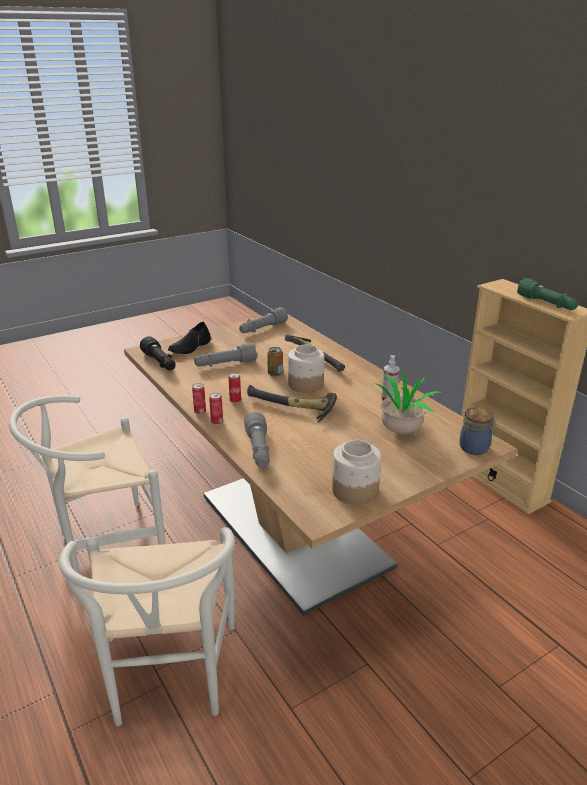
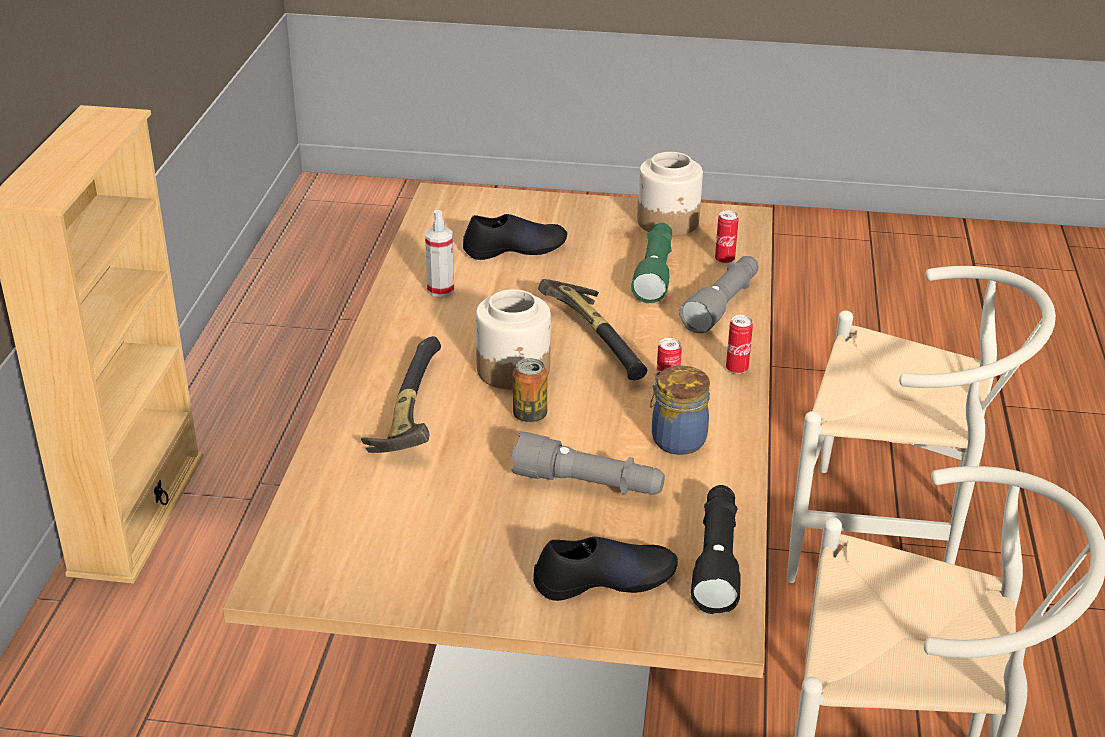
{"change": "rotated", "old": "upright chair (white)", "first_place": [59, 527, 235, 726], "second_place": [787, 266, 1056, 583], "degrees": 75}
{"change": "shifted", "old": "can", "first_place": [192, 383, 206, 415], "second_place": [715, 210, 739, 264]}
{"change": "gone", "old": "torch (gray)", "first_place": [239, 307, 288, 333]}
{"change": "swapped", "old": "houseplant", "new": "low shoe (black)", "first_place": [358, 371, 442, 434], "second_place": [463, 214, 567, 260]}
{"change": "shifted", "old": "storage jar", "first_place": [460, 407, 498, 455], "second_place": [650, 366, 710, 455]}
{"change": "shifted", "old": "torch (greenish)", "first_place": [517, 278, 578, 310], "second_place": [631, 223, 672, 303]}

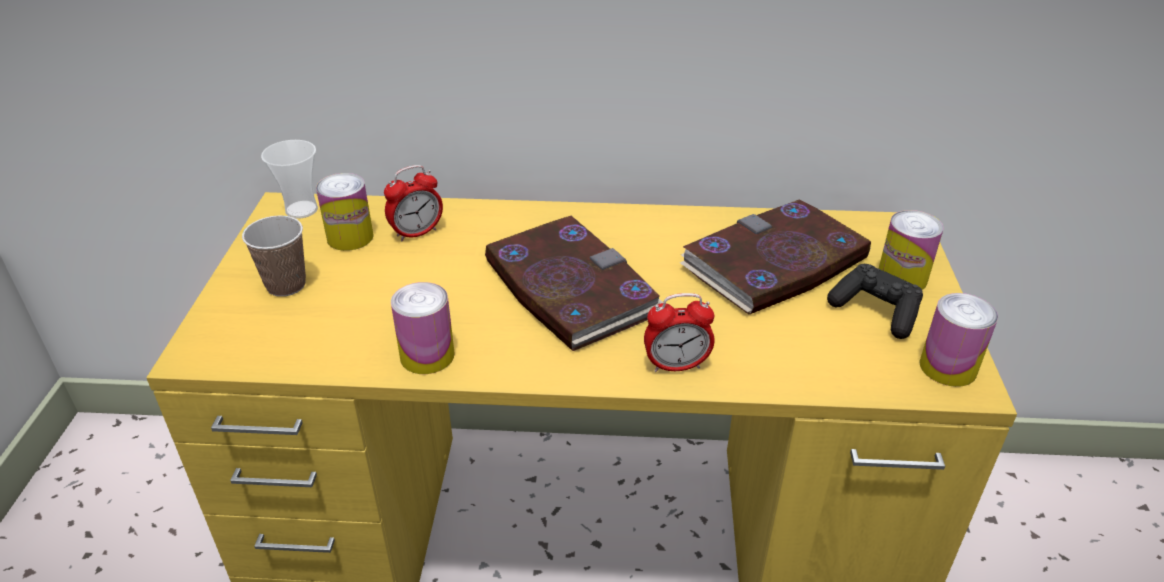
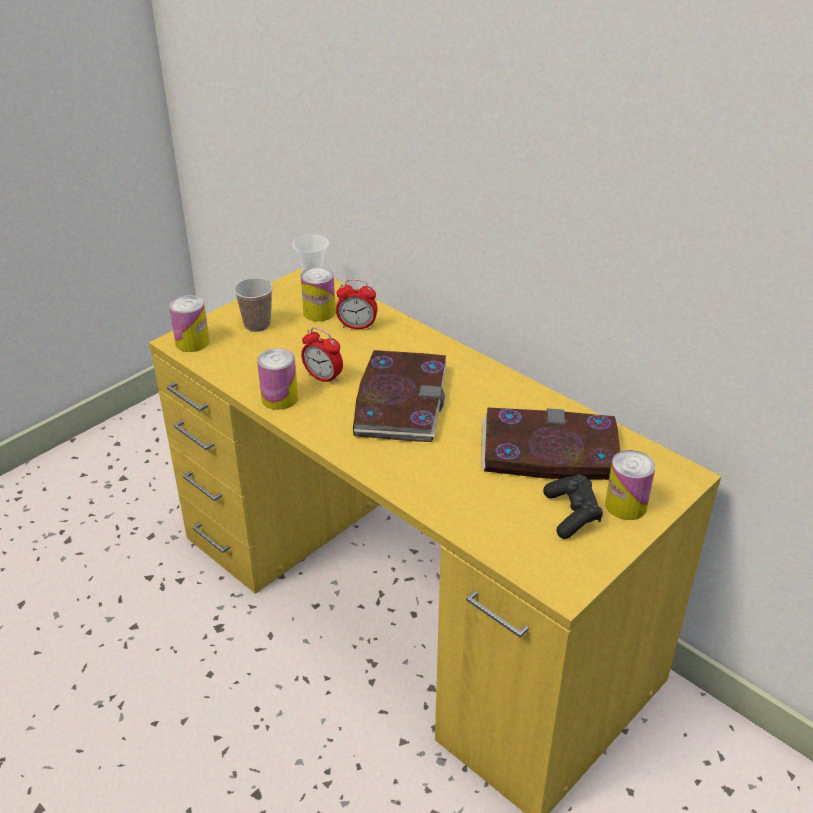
{"change": "shifted", "old": "bedside clock", "first_place": [644, 293, 715, 372], "second_place": [301, 327, 343, 385]}
{"change": "shifted", "old": "can", "first_place": [919, 293, 998, 387], "second_place": [169, 295, 210, 352]}

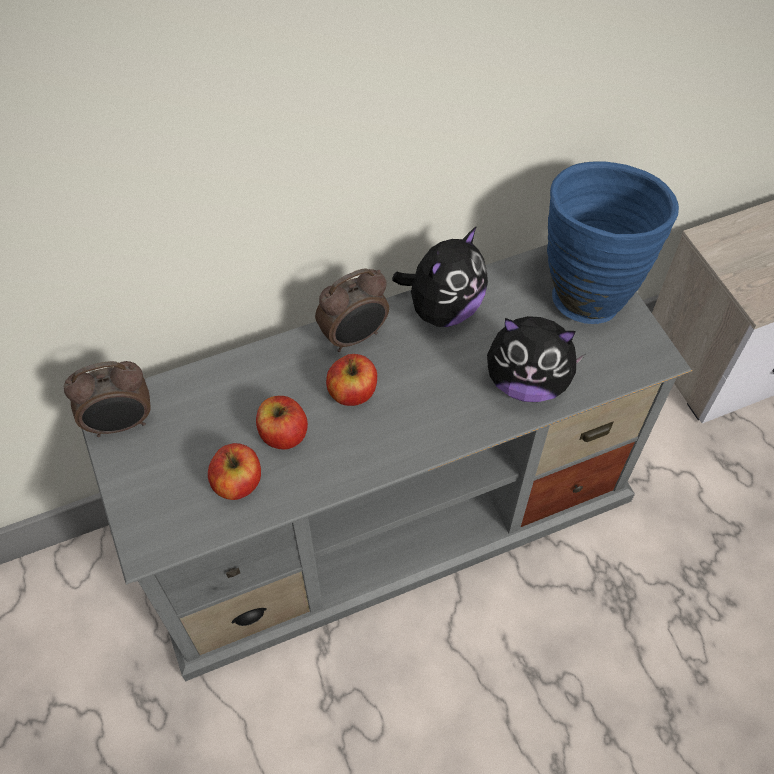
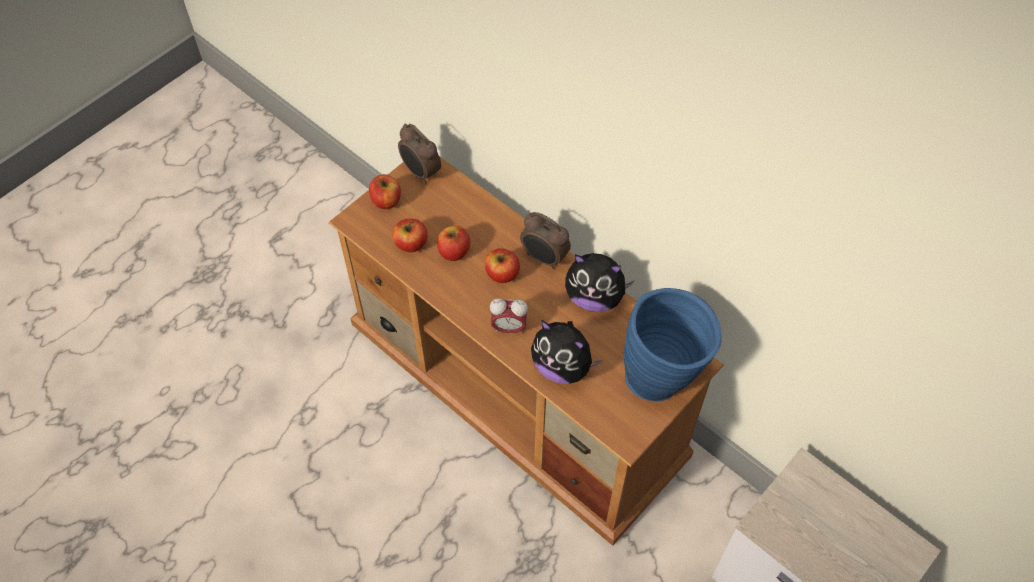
{"change": "repainted", "old": "media console (gray)", "new": "media console (brown-coloured)", "first_place": [81, 244, 692, 681], "second_place": [328, 156, 724, 546]}
{"change": "rotated", "old": "cuddly toy", "first_place": [487, 316, 585, 402], "second_place": [531, 320, 603, 384], "degrees": -45}
{"change": "new", "new": "whole apple", "second_place": [369, 174, 401, 209]}
{"change": "new", "new": "bedside clock", "second_place": [490, 298, 528, 334]}

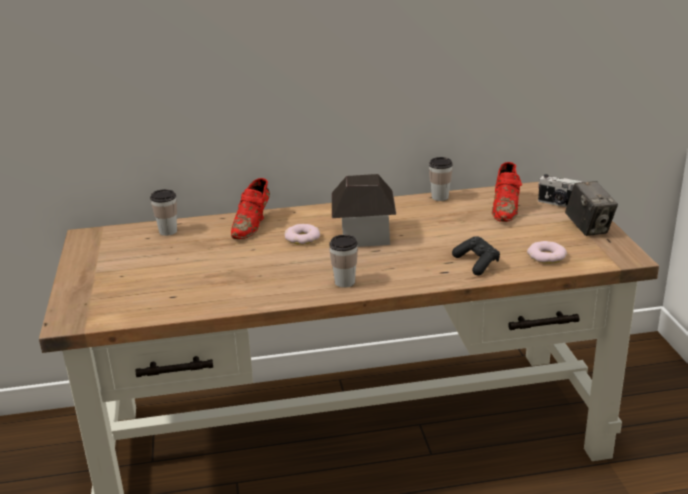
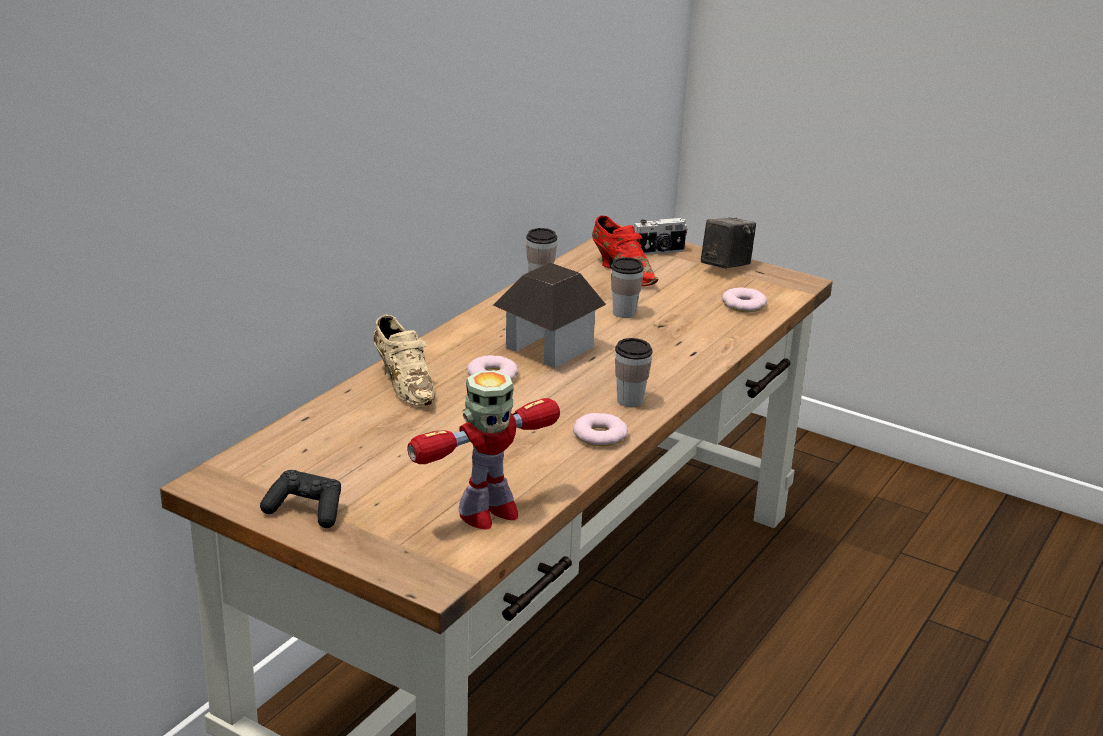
{"change": "shifted", "old": "small cup", "first_place": [150, 189, 177, 236], "second_place": [611, 257, 644, 318]}
{"change": "repainted", "old": "low shoe (reddish)", "new": "low shoe (beige-coloured)", "first_place": [231, 178, 270, 239], "second_place": [374, 315, 435, 406]}
{"change": "shifted", "old": "joypad (black)", "first_place": [452, 236, 500, 276], "second_place": [260, 470, 341, 528]}
{"change": "rotated", "old": "still camera", "first_place": [565, 181, 618, 236], "second_place": [701, 217, 756, 269], "degrees": -75}
{"change": "new", "new": "model robot", "second_place": [407, 370, 560, 530]}
{"change": "new", "new": "doughnut", "second_place": [573, 413, 628, 447]}

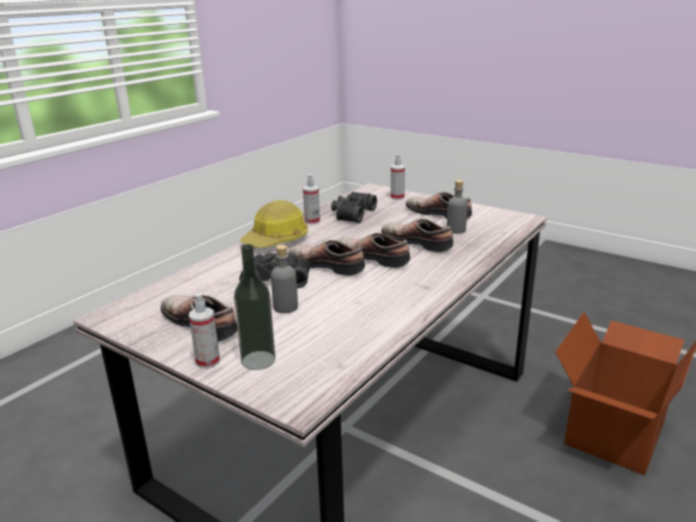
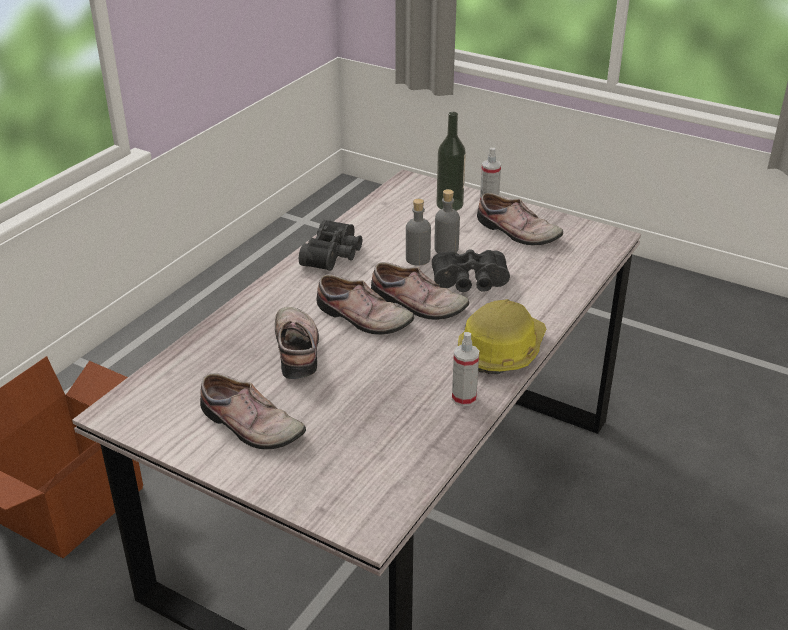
{"change": "shifted", "old": "pair of binoculars (black)", "first_place": [331, 192, 377, 223], "second_place": [299, 220, 362, 271]}
{"change": "rotated", "old": "low shoe", "first_place": [381, 219, 453, 252], "second_place": [275, 307, 319, 379], "degrees": -135}
{"change": "gone", "old": "hand sprayer", "first_place": [391, 154, 405, 200]}
{"change": "shifted", "old": "drink bottle (gray)", "first_place": [447, 180, 468, 234], "second_place": [406, 199, 431, 266]}

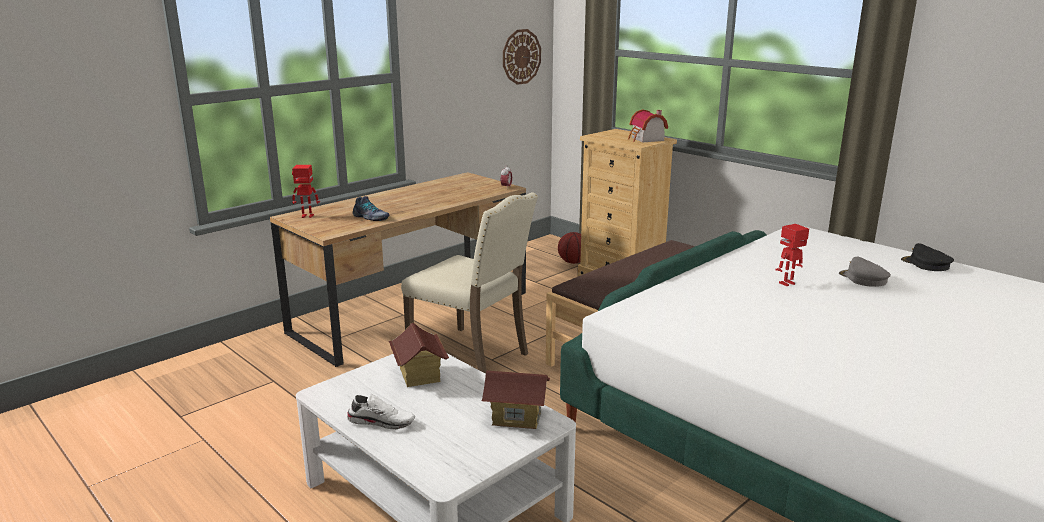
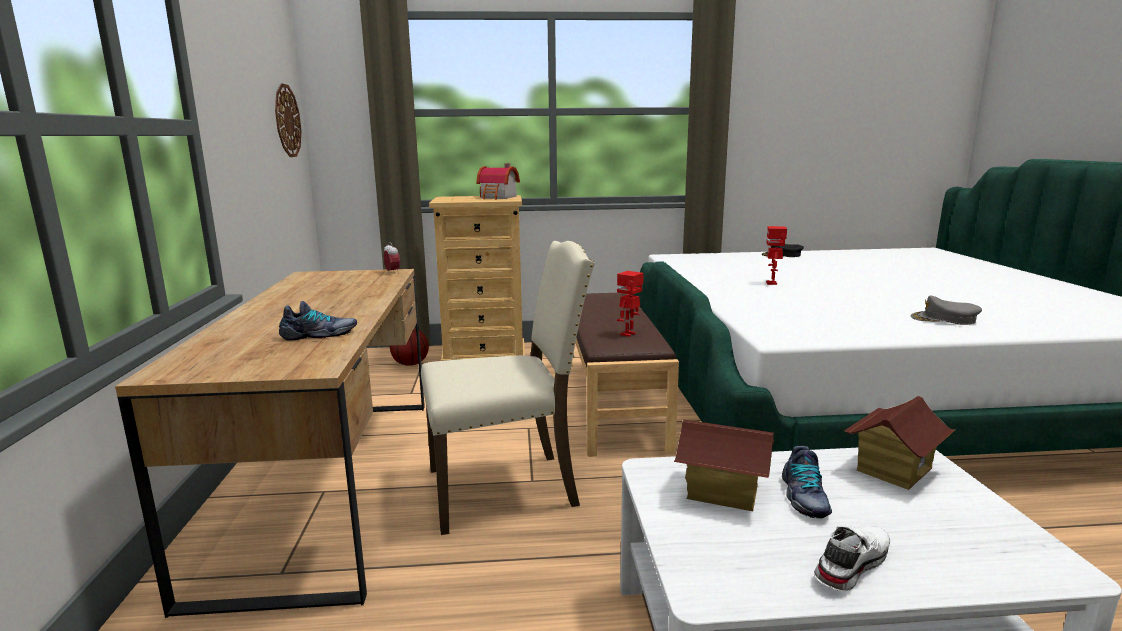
{"change": "shifted", "old": "model robot", "first_place": [292, 165, 320, 218], "second_place": [617, 271, 644, 337]}
{"change": "shifted", "old": "peaked cap (gray)", "first_place": [839, 257, 891, 287], "second_place": [910, 296, 982, 325]}
{"change": "new", "new": "low shoe", "second_place": [782, 446, 832, 519]}

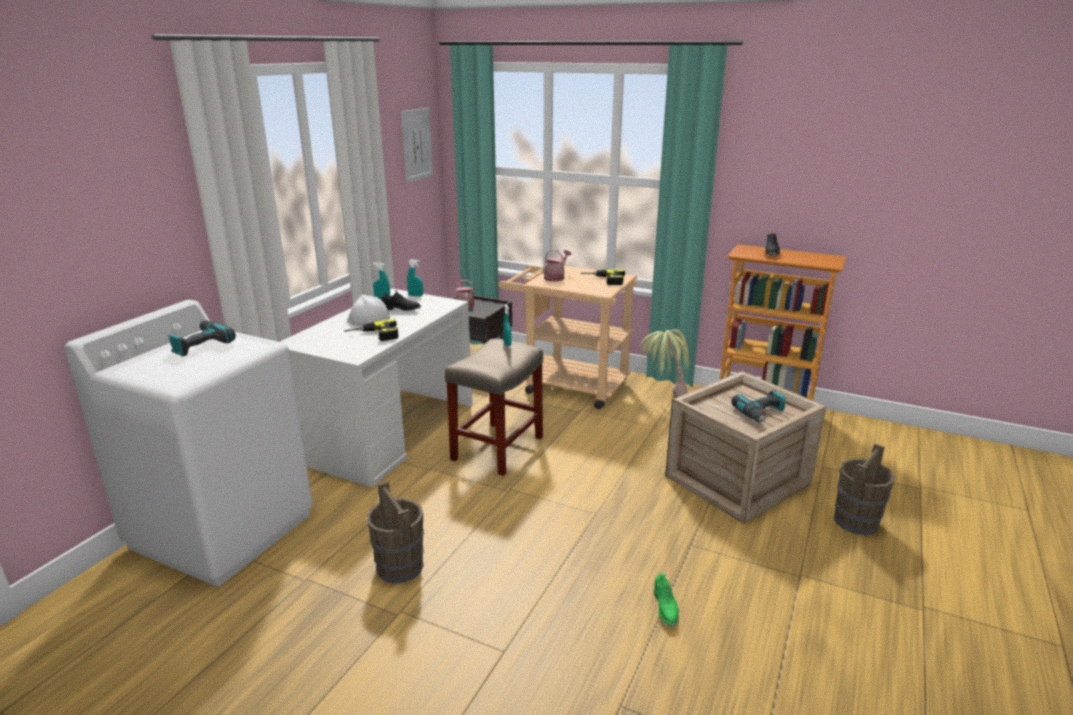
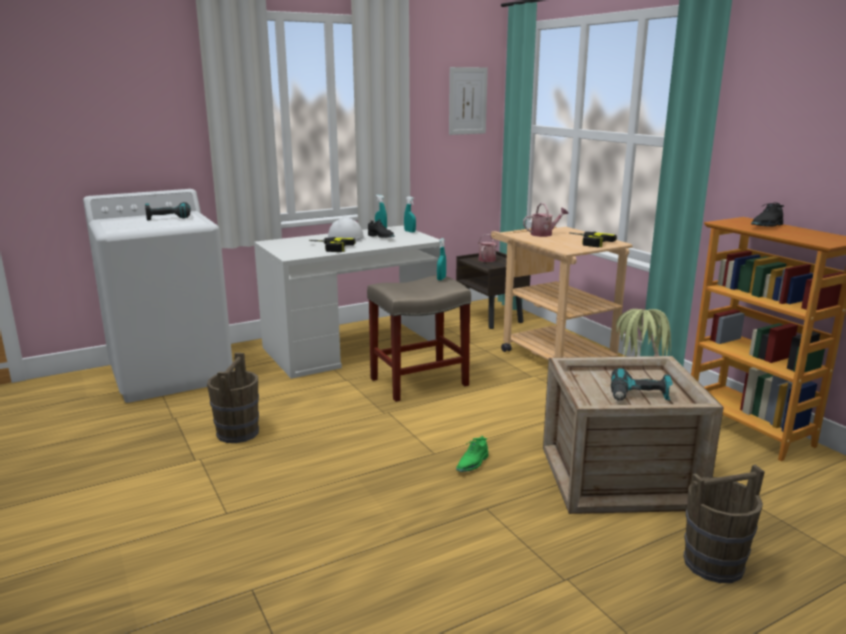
{"change": "shifted", "old": "low shoe (greenish)", "first_place": [654, 573, 679, 626], "second_place": [456, 436, 488, 472]}

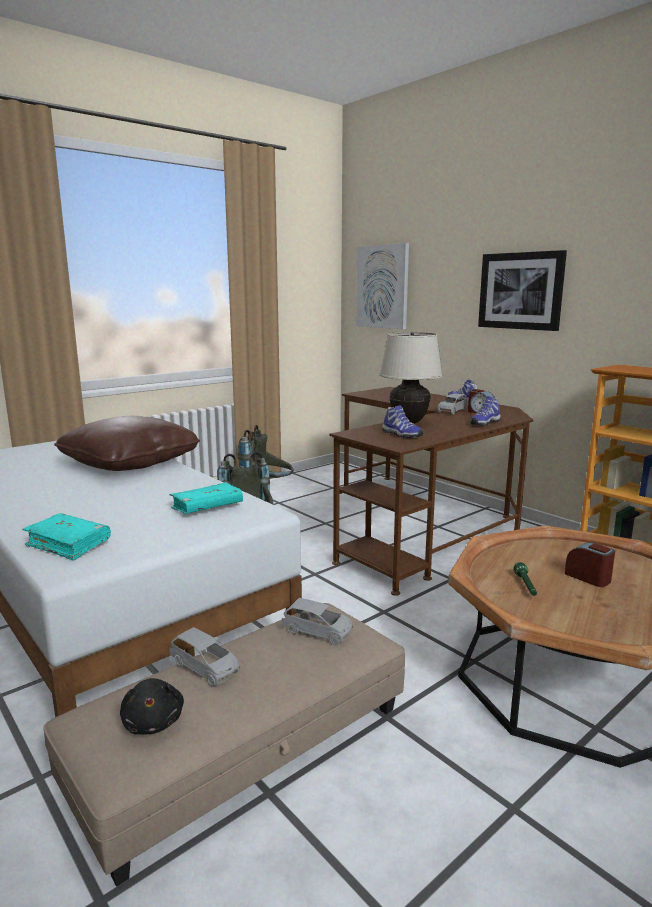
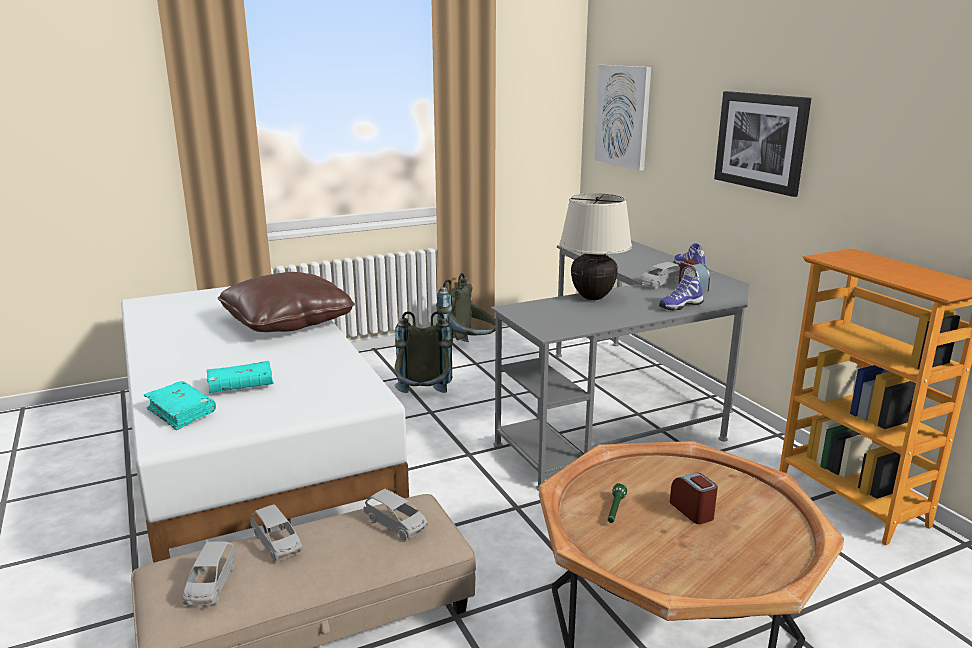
{"change": "swapped", "old": "cuddly toy (black)", "new": "model car (gray)", "first_place": [120, 678, 184, 735], "second_place": [183, 542, 237, 605]}
{"change": "shifted", "old": "volume (turquoise)", "first_place": [170, 482, 243, 514], "second_place": [207, 361, 274, 393]}
{"change": "repainted", "old": "desk unit (brown-coloured)", "new": "desk unit (gray)", "first_place": [330, 387, 533, 596], "second_place": [491, 240, 750, 491]}
{"change": "gone", "old": "low shoe", "first_place": [382, 405, 423, 438]}

